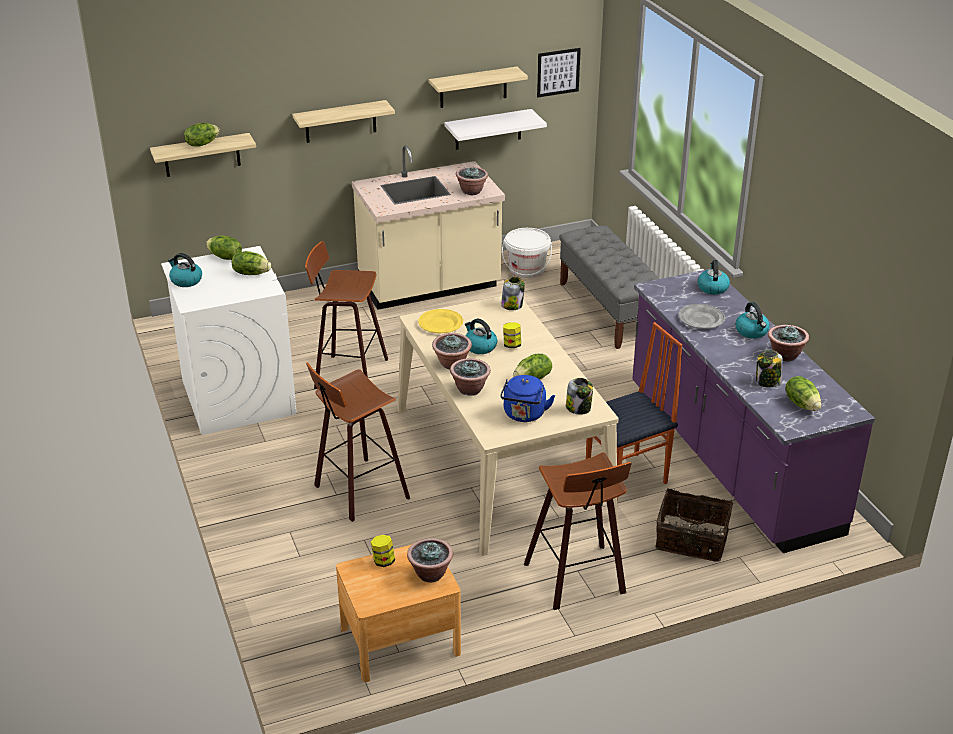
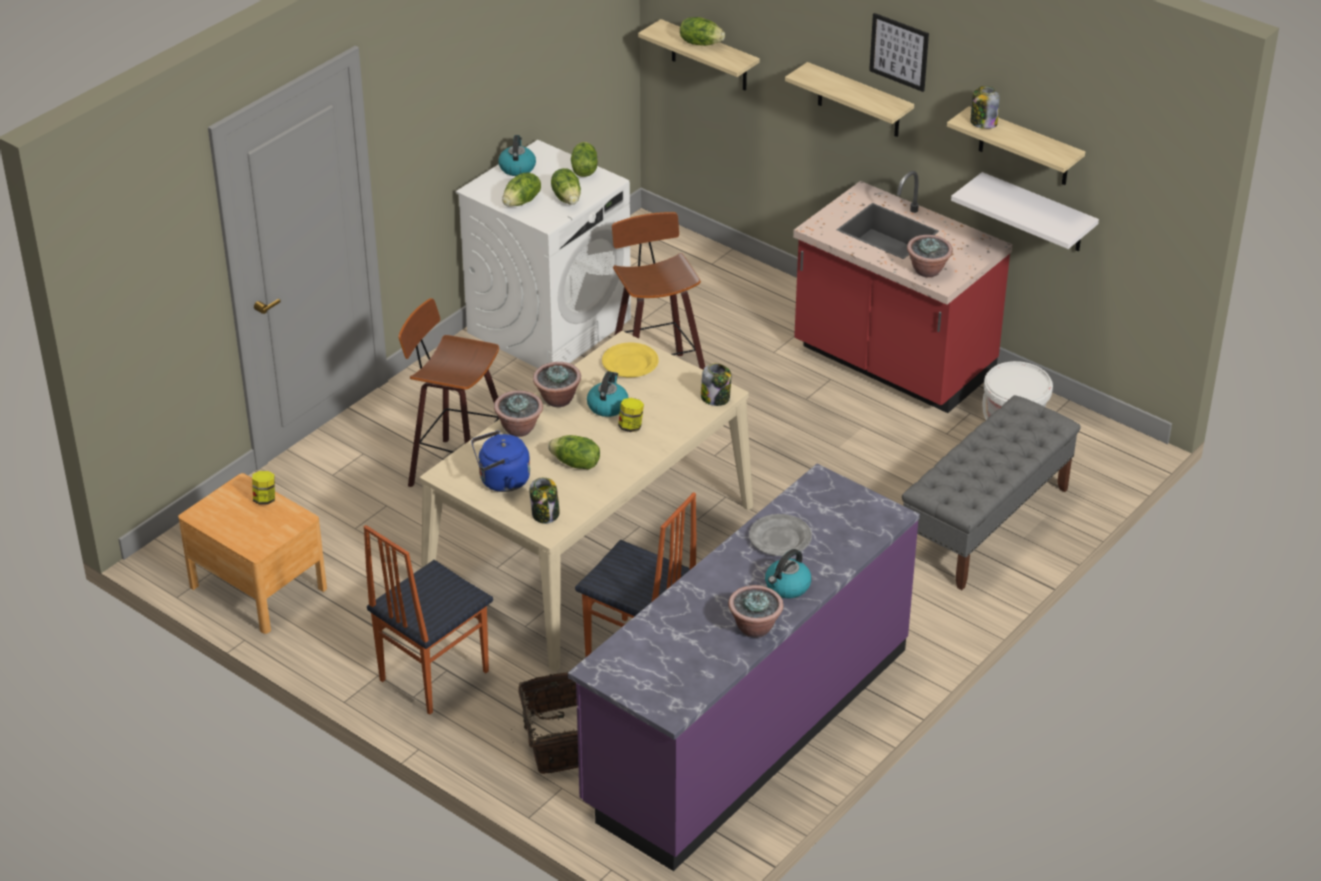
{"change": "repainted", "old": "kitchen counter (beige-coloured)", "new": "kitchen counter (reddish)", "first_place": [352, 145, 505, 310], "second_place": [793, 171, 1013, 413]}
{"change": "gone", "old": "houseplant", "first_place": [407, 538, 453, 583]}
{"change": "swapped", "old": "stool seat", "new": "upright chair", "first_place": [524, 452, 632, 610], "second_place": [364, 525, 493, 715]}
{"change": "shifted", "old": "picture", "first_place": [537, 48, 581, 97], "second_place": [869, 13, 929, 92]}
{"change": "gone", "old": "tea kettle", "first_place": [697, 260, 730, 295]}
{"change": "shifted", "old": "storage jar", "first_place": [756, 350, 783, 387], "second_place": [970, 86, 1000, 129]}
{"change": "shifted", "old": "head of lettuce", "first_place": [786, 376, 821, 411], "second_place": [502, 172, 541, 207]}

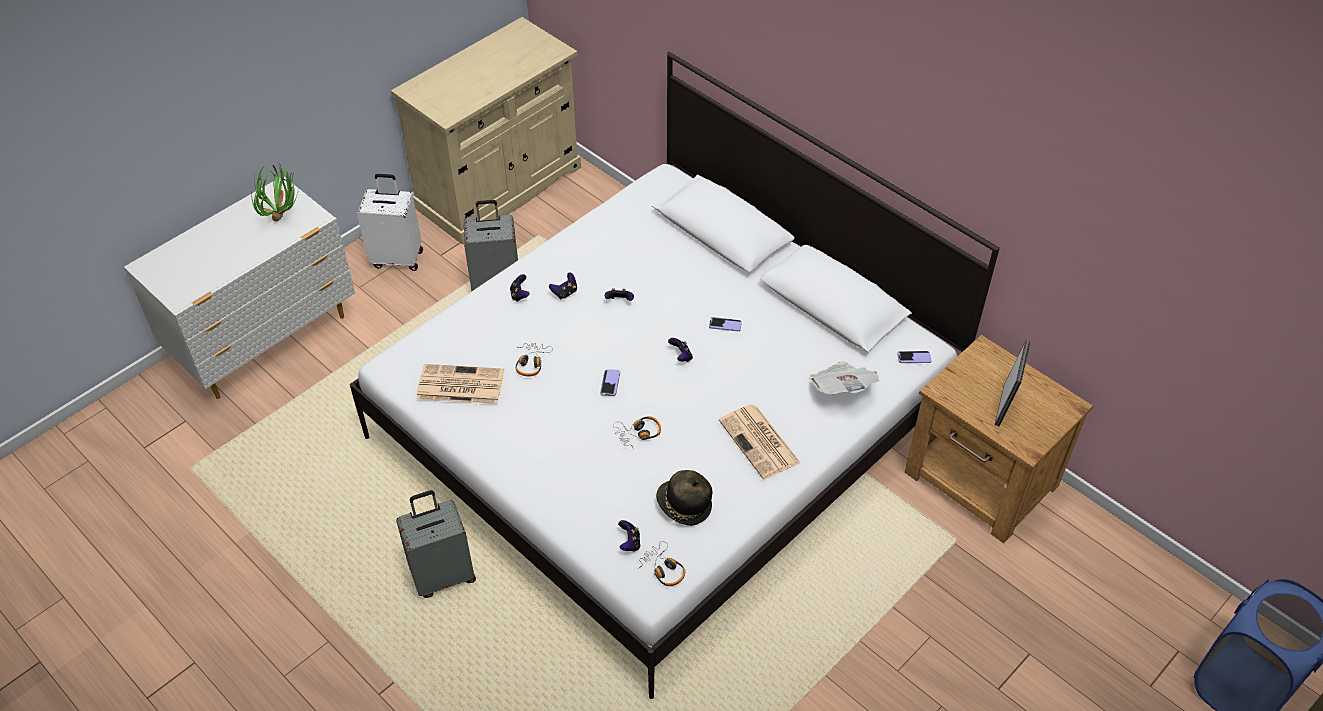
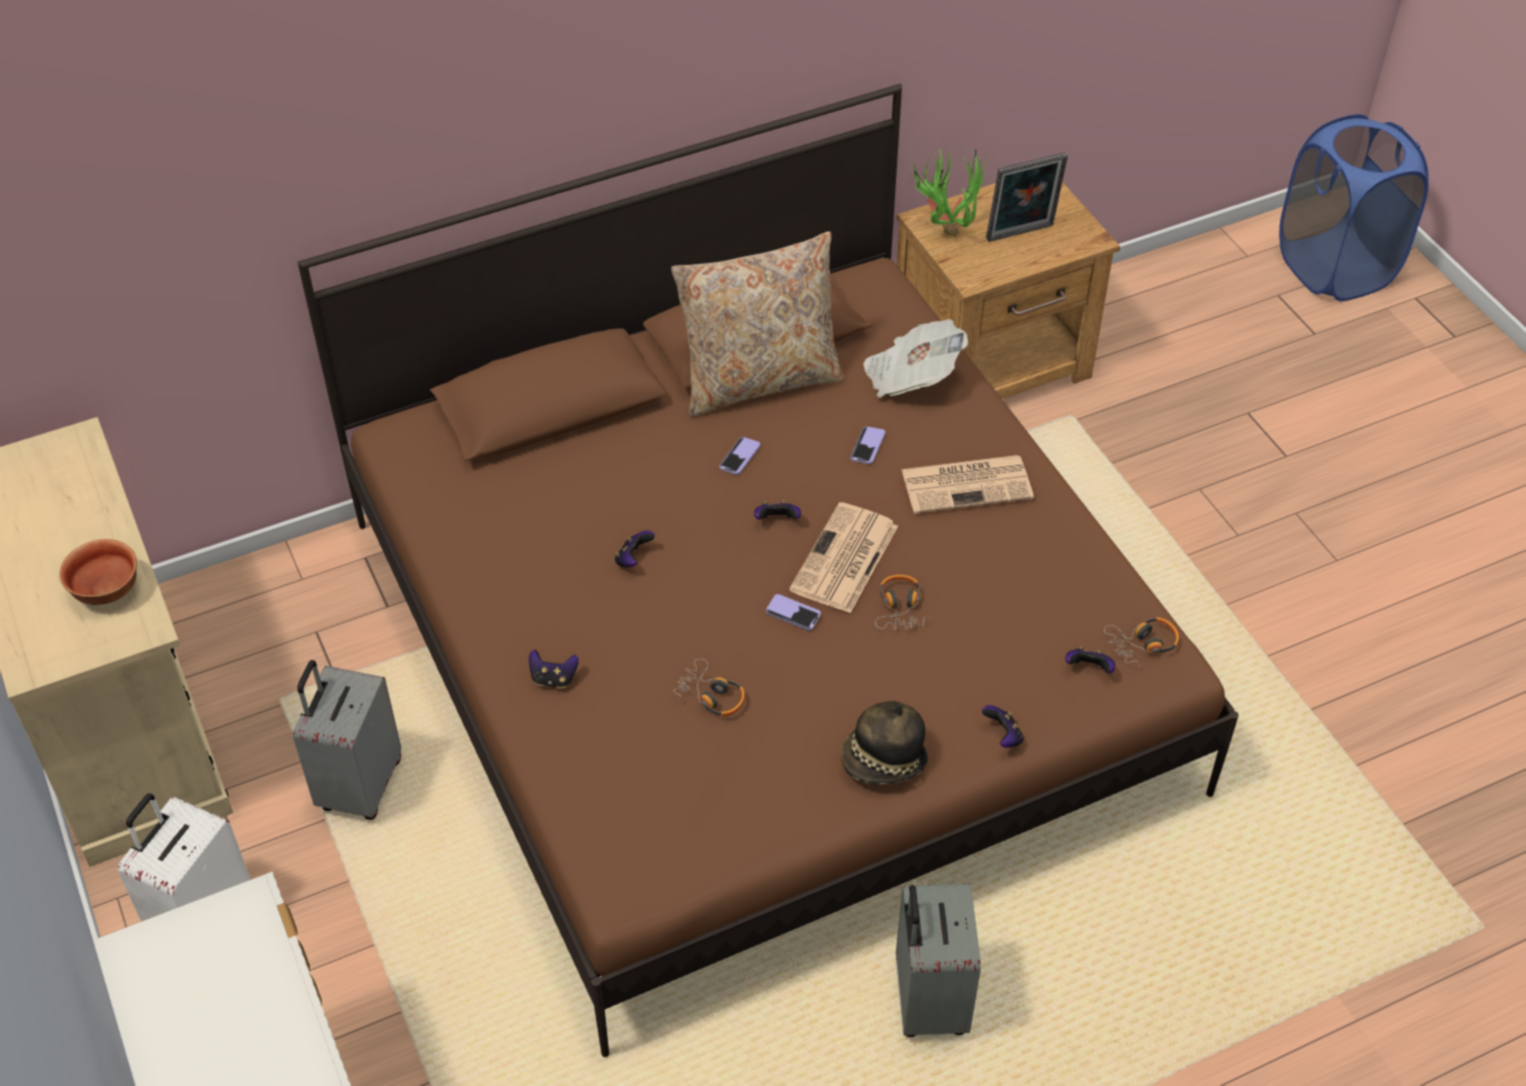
{"change": "shifted", "old": "houseplant", "first_place": [252, 163, 299, 221], "second_place": [907, 149, 985, 236]}
{"change": "repainted", "old": "sleeping bed (white)", "new": "sleeping bed (brown-coloured)", "first_place": [350, 52, 1000, 699], "second_place": [298, 84, 1239, 1057]}
{"change": "shifted", "old": "daily paper", "first_place": [417, 364, 504, 404], "second_place": [789, 502, 898, 613]}
{"change": "shifted", "old": "joypad", "first_place": [549, 273, 577, 299], "second_place": [982, 705, 1024, 748]}
{"change": "shifted", "old": "hat", "first_place": [656, 470, 712, 526], "second_place": [841, 701, 928, 785]}
{"change": "shifted", "old": "phone", "first_place": [897, 351, 932, 363], "second_place": [850, 427, 885, 464]}
{"change": "rotated", "old": "picture frame", "first_place": [995, 340, 1031, 426], "second_place": [986, 152, 1068, 242], "degrees": 120}
{"change": "new", "new": "bowl", "second_place": [59, 539, 137, 605]}
{"change": "new", "new": "cushion (beige-coloured)", "second_place": [671, 231, 845, 417]}

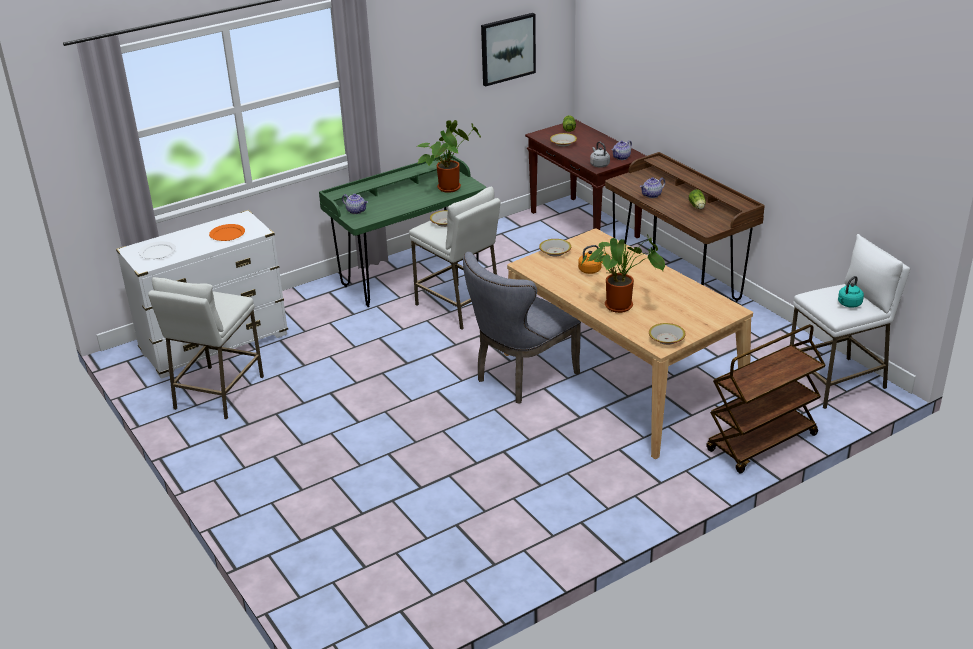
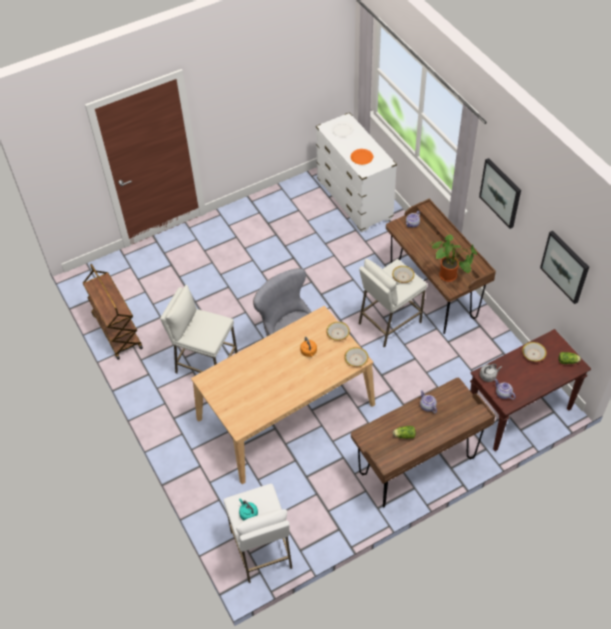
{"change": "shifted", "old": "stool seat (white)", "first_place": [148, 277, 264, 419], "second_place": [160, 285, 238, 373]}
{"change": "repainted", "old": "desk unit (greenish)", "new": "desk unit (brown-coloured)", "first_place": [319, 153, 486, 307], "second_place": [386, 199, 496, 334]}
{"change": "gone", "old": "houseplant", "first_place": [581, 235, 665, 313]}
{"change": "shifted", "old": "bowl", "first_place": [649, 323, 686, 345], "second_place": [344, 347, 368, 367]}
{"change": "shifted", "old": "trolley (brown-coloured)", "first_place": [706, 324, 826, 474], "second_place": [83, 264, 143, 360]}
{"change": "new", "new": "picture", "second_place": [479, 158, 521, 229]}

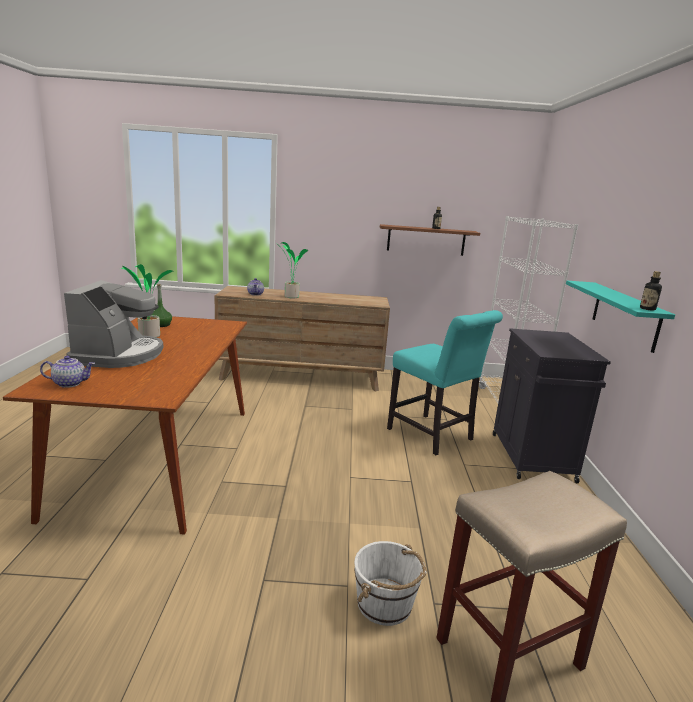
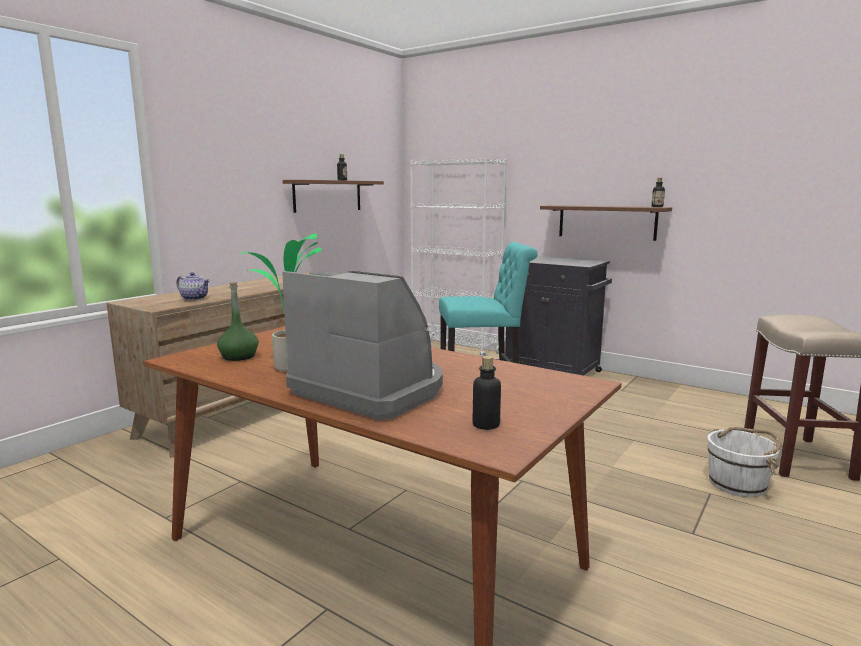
{"change": "swapped", "old": "teapot", "new": "drink bottle", "first_place": [40, 356, 95, 388], "second_place": [473, 356, 501, 430]}
{"change": "gone", "old": "houseplant", "first_place": [280, 242, 308, 299]}
{"change": "repainted", "old": "wall shelf (turquoise)", "new": "wall shelf (brown-coloured)", "first_place": [566, 281, 675, 353], "second_place": [540, 205, 672, 241]}

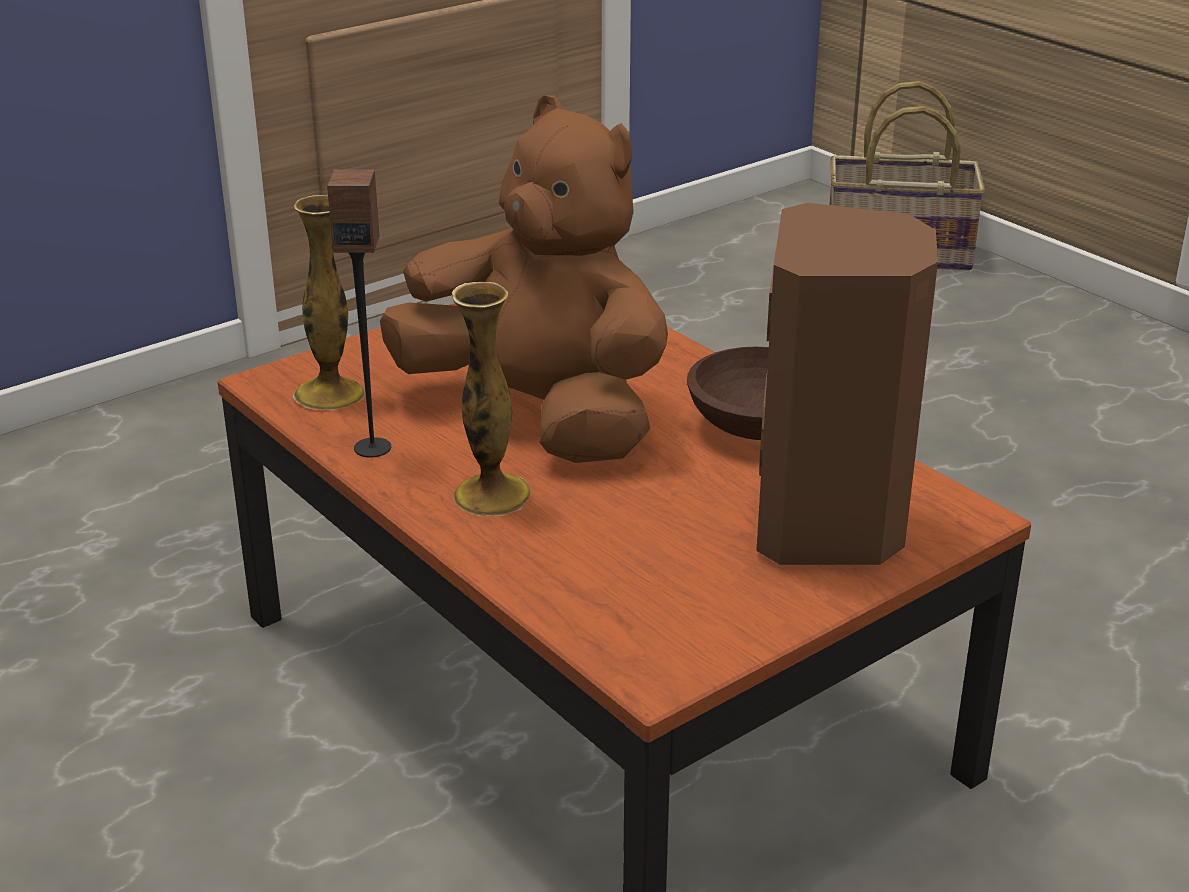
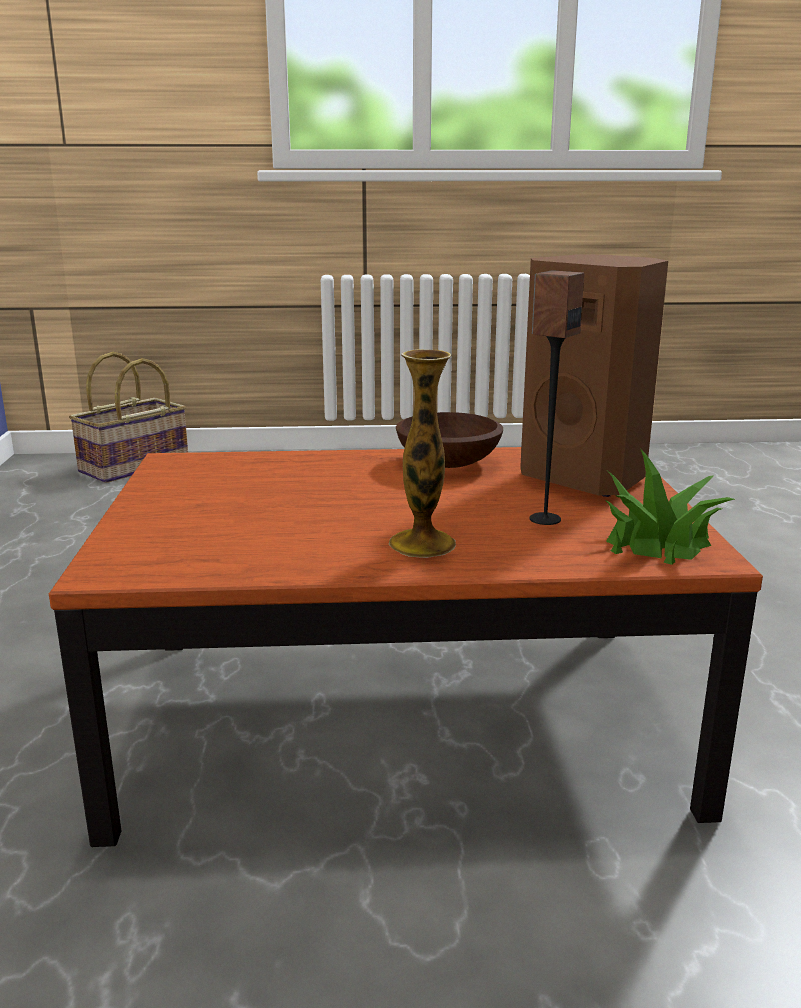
{"change": "gone", "old": "vase", "first_place": [293, 195, 365, 410]}
{"change": "shifted", "old": "audio speaker", "first_place": [327, 170, 391, 458], "second_place": [530, 270, 584, 525]}
{"change": "gone", "old": "cuddly toy (brown-coloured)", "first_place": [380, 95, 668, 463]}
{"change": "new", "new": "houseplant", "second_place": [604, 448, 735, 565]}

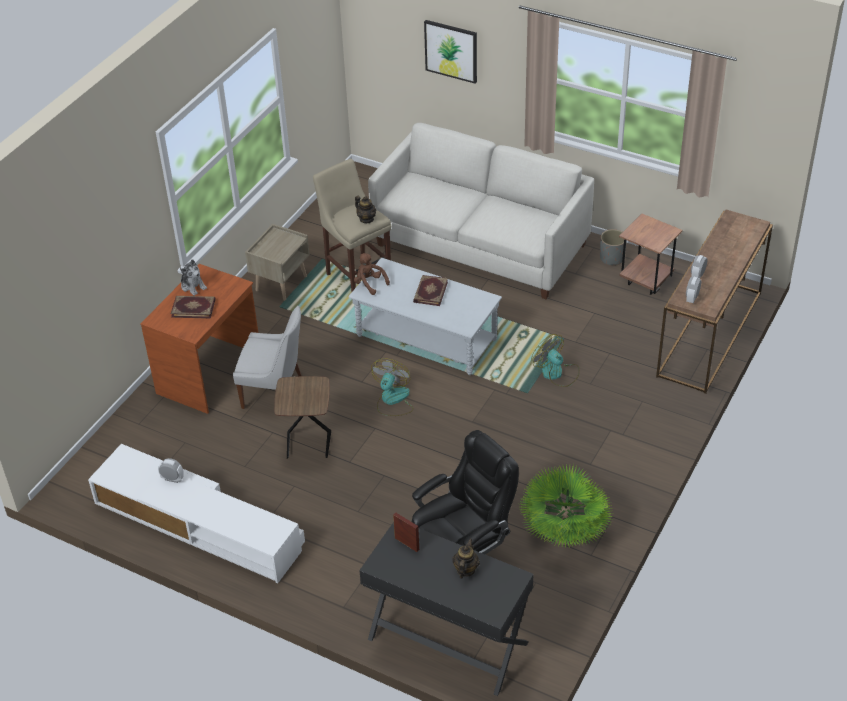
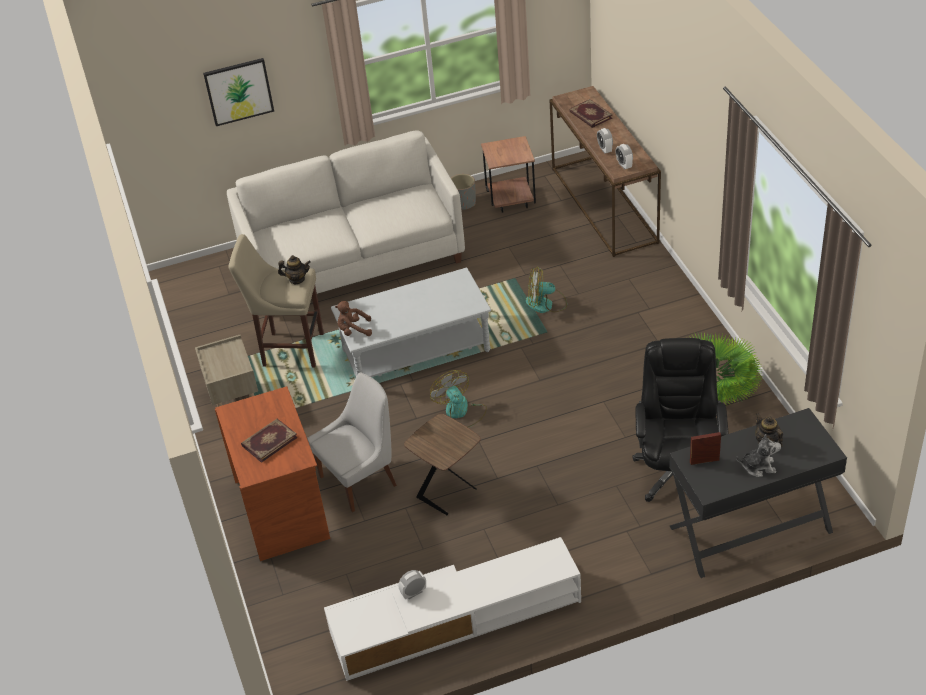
{"change": "shifted", "old": "cuddly toy", "first_place": [180, 259, 207, 296], "second_place": [736, 434, 781, 477]}
{"change": "shifted", "old": "volume", "first_place": [413, 275, 448, 306], "second_place": [569, 99, 613, 128]}

